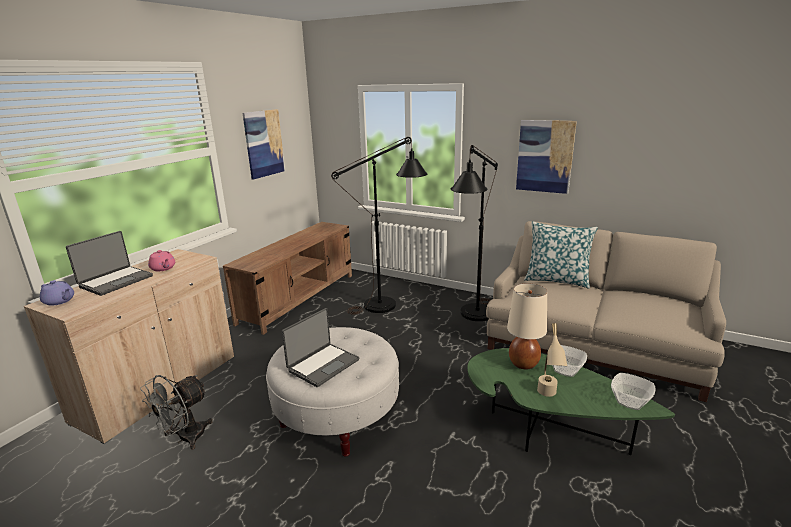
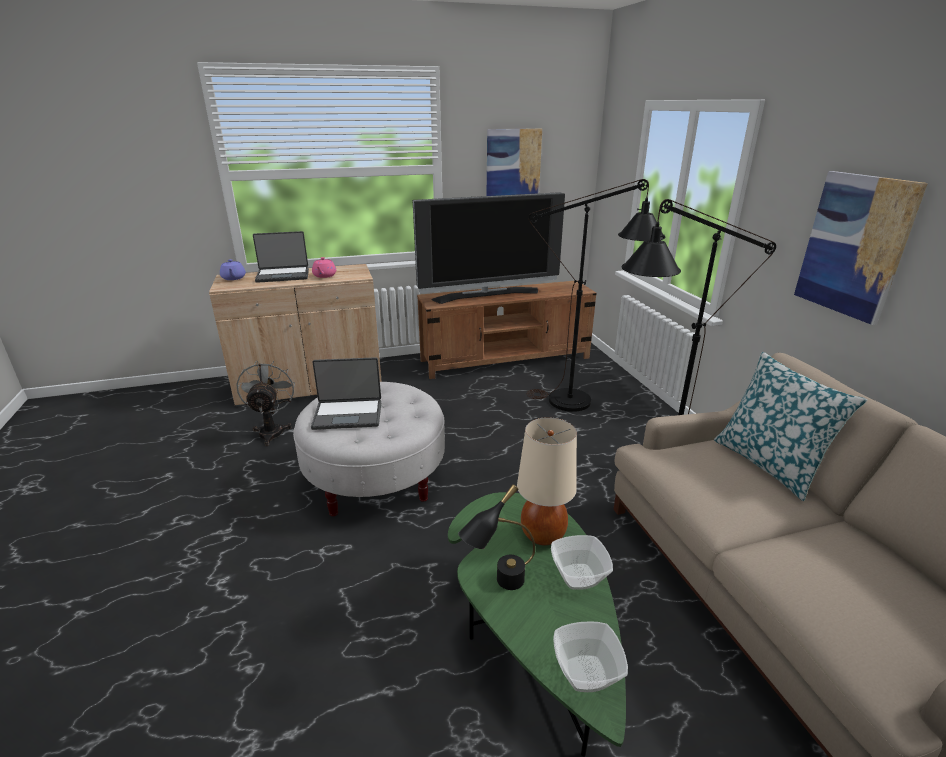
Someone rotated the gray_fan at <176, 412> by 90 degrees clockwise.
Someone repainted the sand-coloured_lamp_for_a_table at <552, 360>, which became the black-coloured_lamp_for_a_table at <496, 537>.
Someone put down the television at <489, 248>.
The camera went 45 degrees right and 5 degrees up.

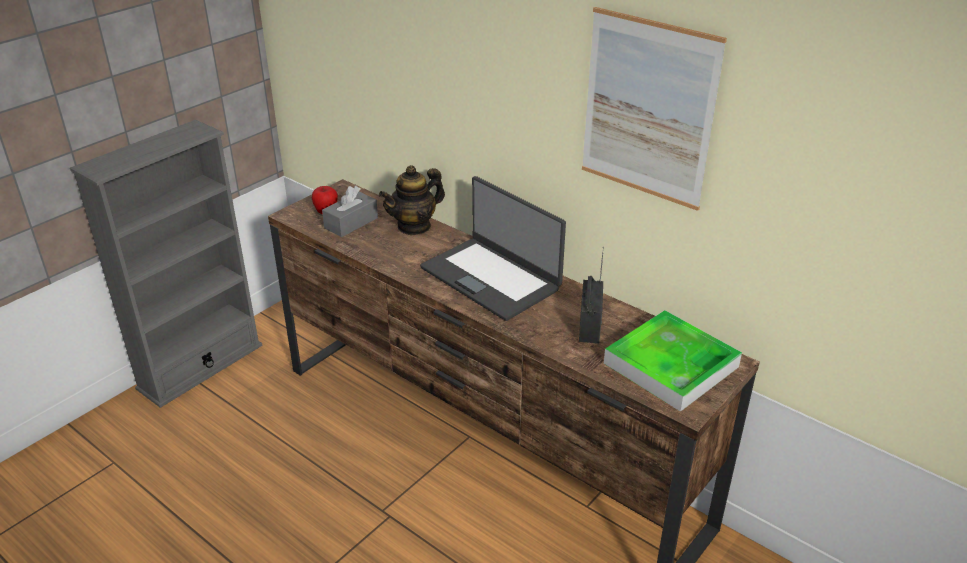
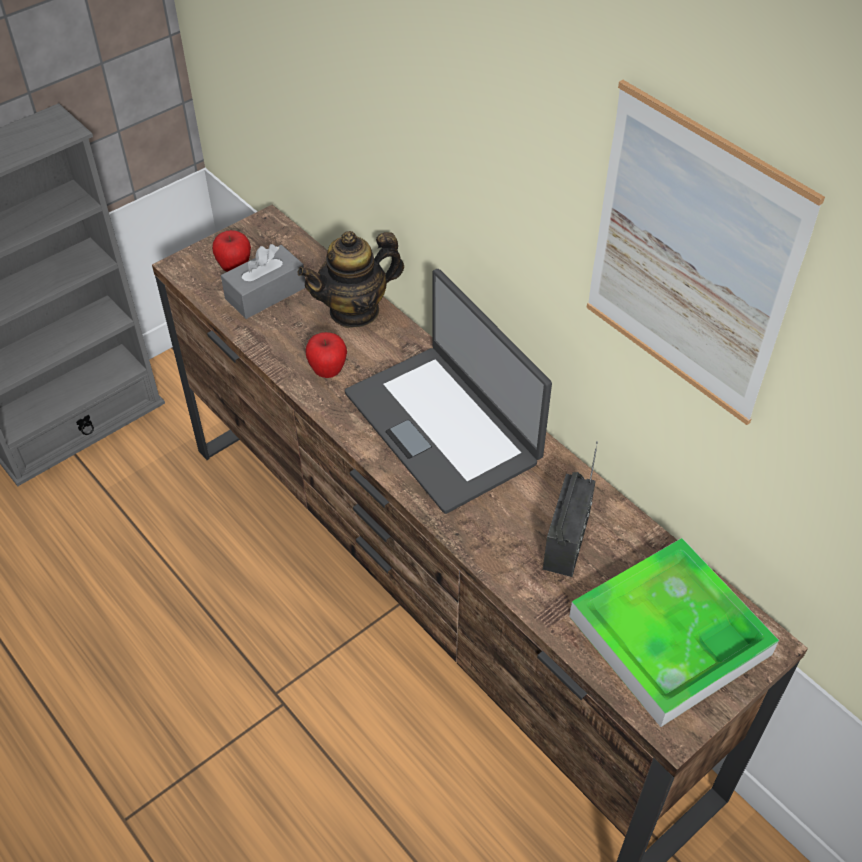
Someone put down the apple_fruit at <326, 355>.
The camera went 10 degrees right and 15 degrees up.

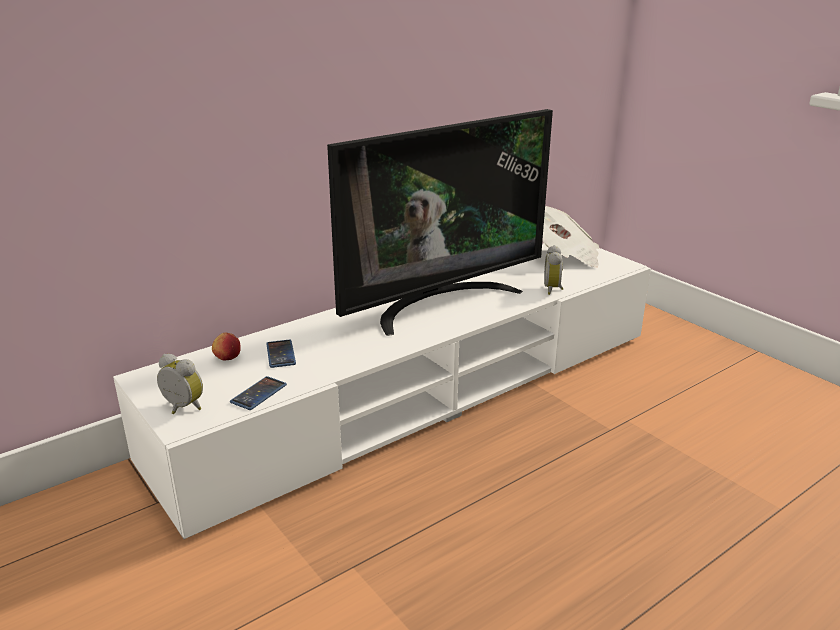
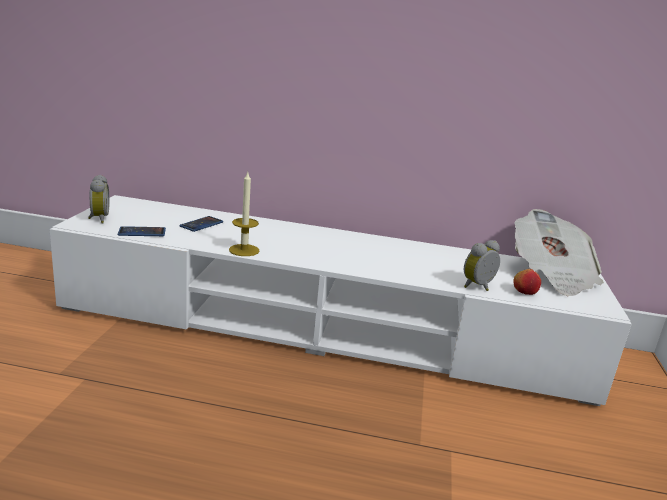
Someone carried the apple_fruit from <226, 346> to <527, 282>.
Someone took away the television at <440, 222>.
Someone put down the candle at <244, 214>.
The camera went 45 degrees right and 5 degrees down.

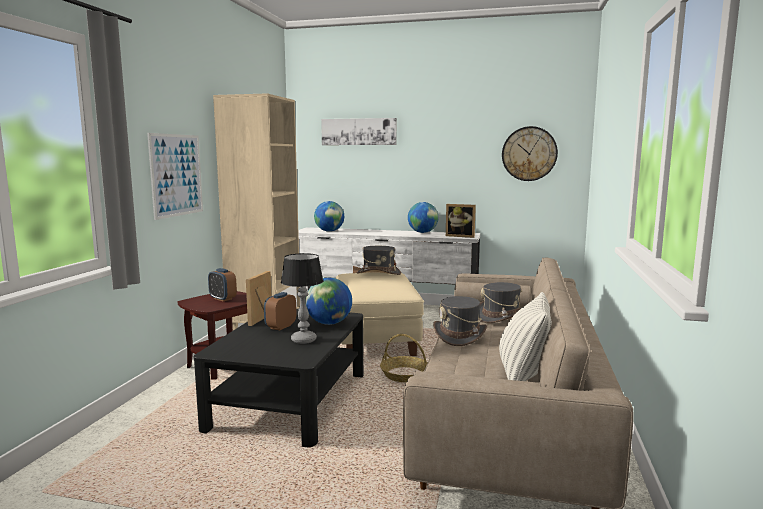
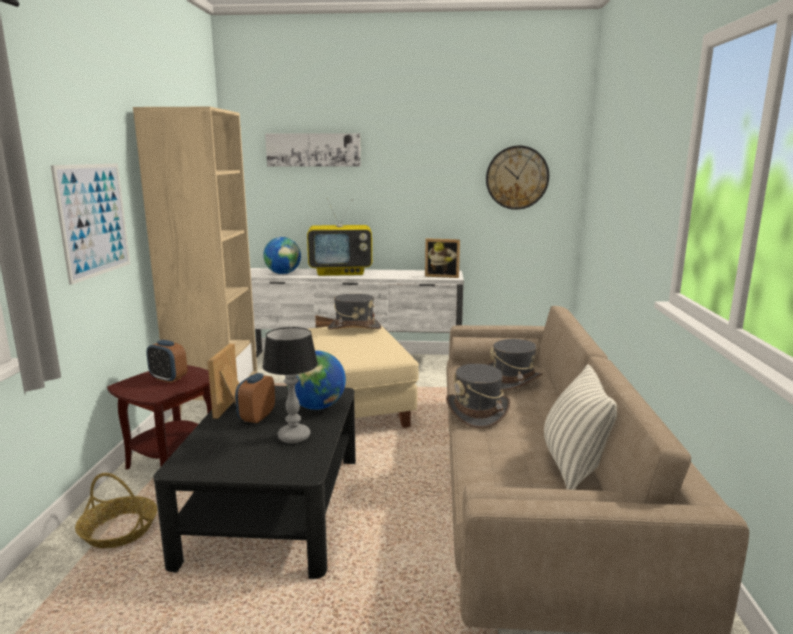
Someone carried the household_basket from <404, 358> to <116, 510>.
Someone took away the world_globe at <423, 217>.
Someone put down the television at <339, 237>.
The camera went 10 degrees left and 5 degrees up.

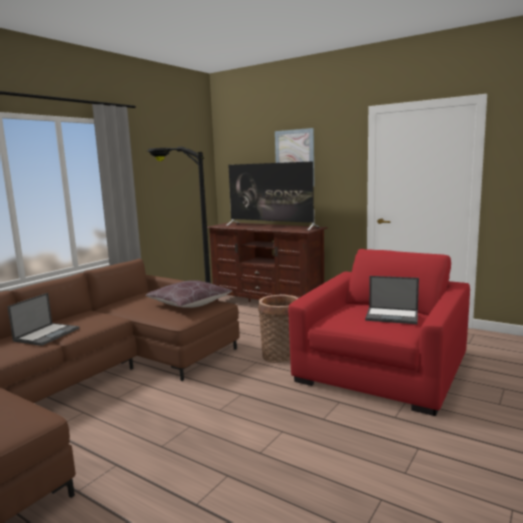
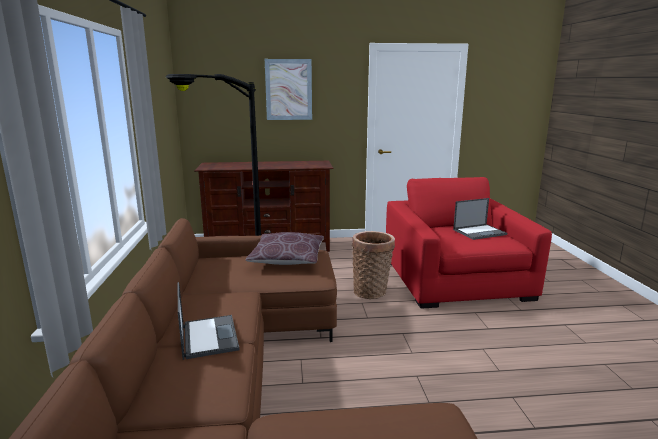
Someone took away the television at <272, 195>.
The camera went 40 degrees left and 5 degrees up.

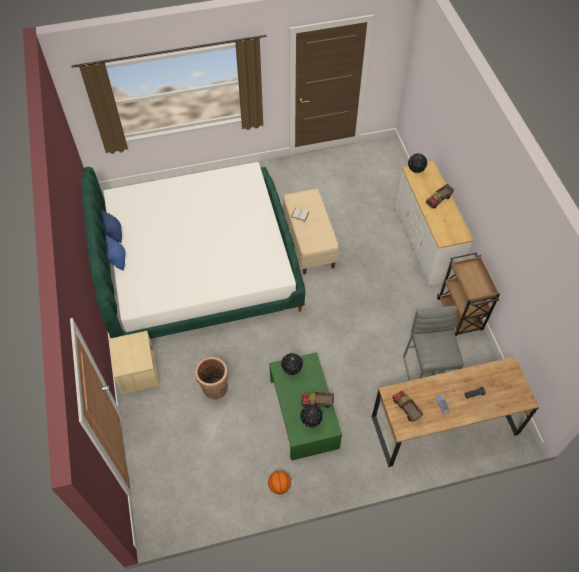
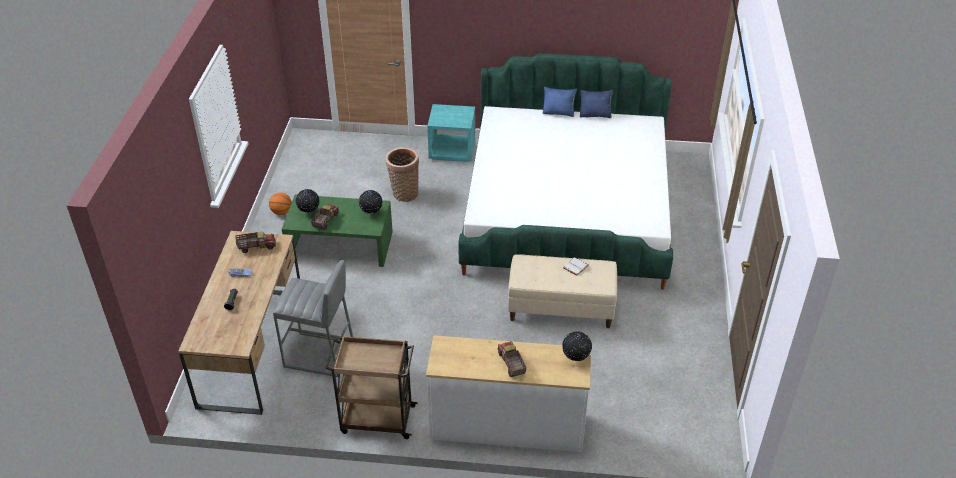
Someone repainted the sand-coloured_night_table at <134, 363>, which became the turquoise_night_table at <451, 133>.
The camera went 110 degrees right and 15 degrees down.

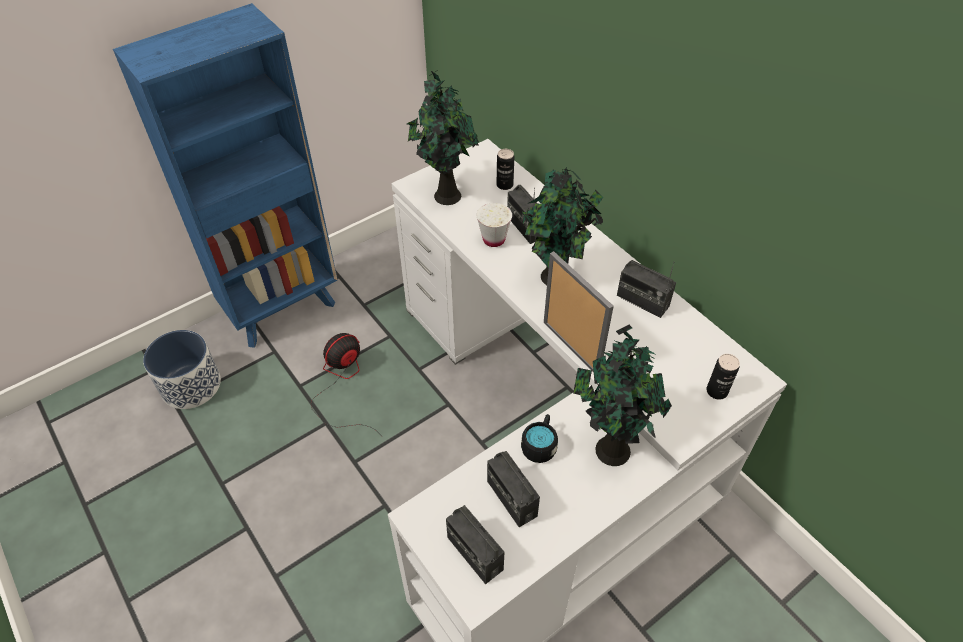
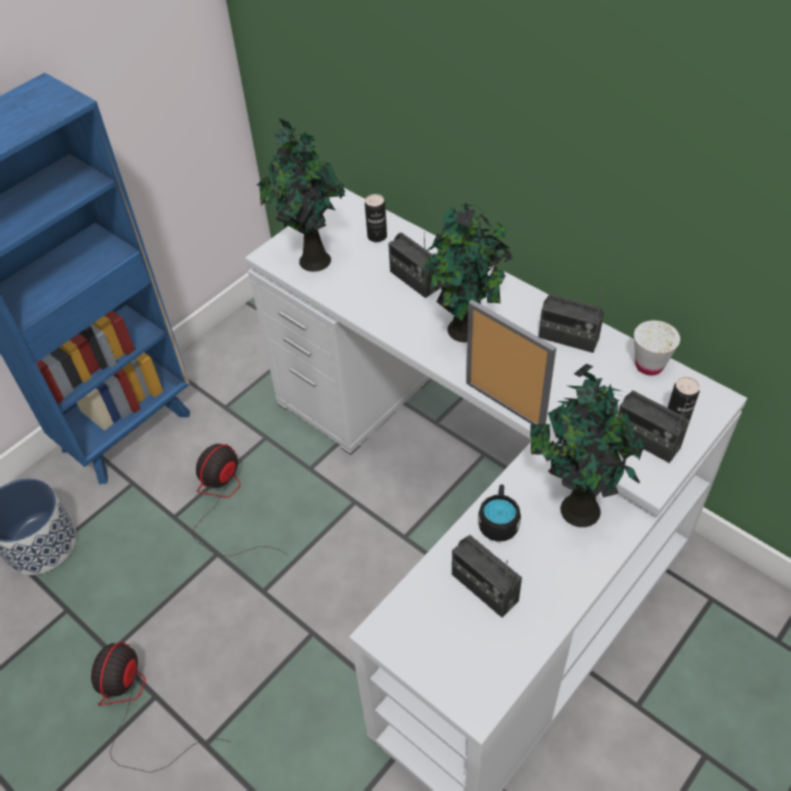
Someone carried the radio_set from <475, 544> to <653, 427>.
Someone carried the white_cup from <494, 225> to <657, 347>.
Someone put down the fan at <161, 707>.
The camera went 10 degrees left and 0 degrees up.

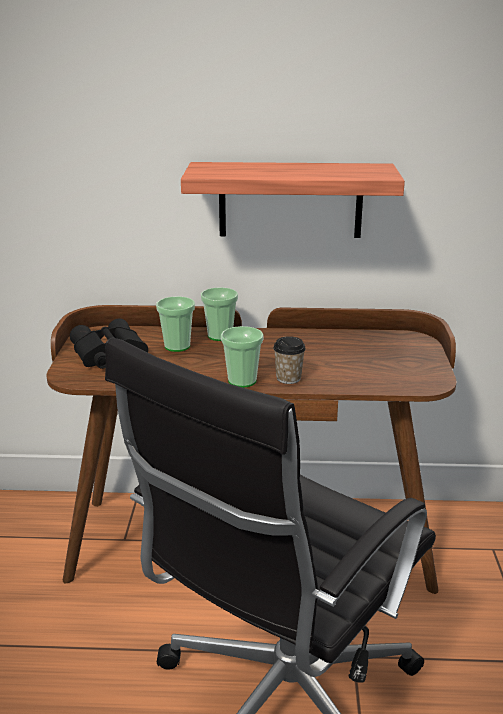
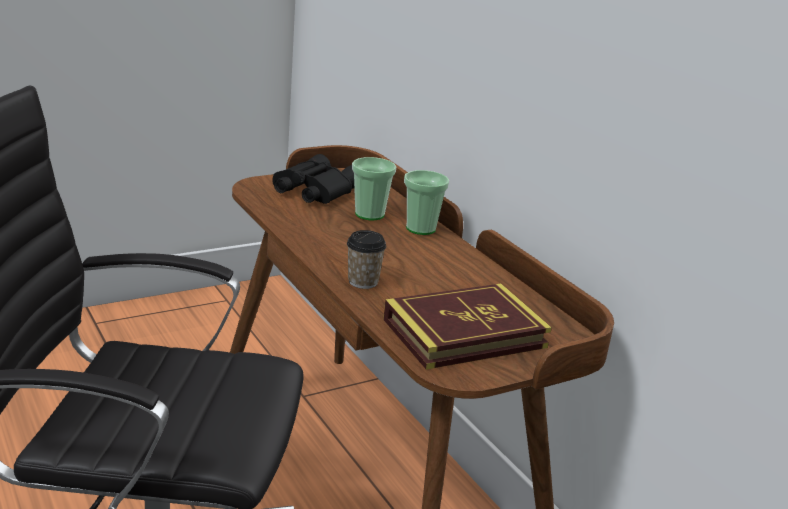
Someone took away the shelf at <293, 200>.
Someone took away the cup at <242, 357>.
Someone put down the volume at <467, 327>.
The camera went 55 degrees right and 0 degrees up.

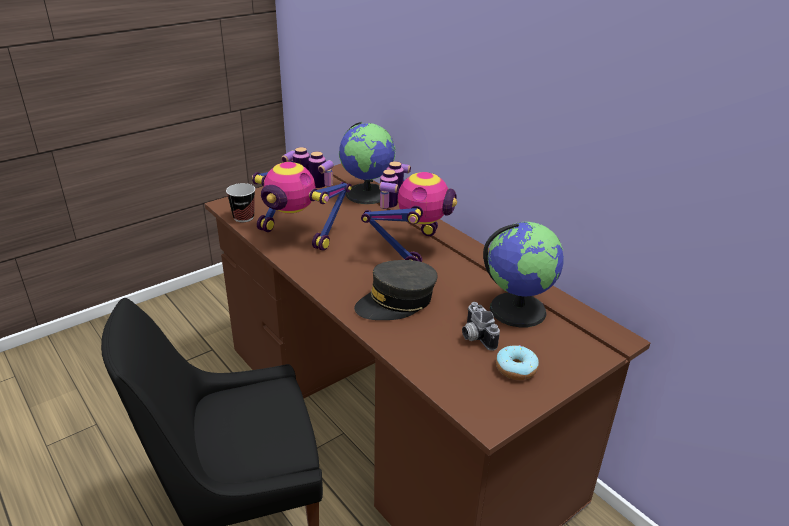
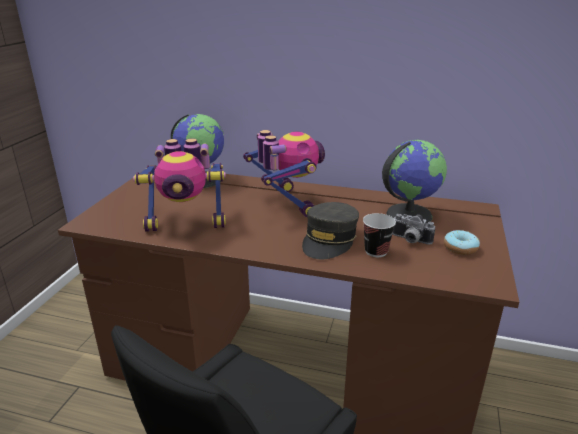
Someone carried the cup from <240, 202> to <379, 235>.
The camera went 35 degrees left and 5 degrees down.

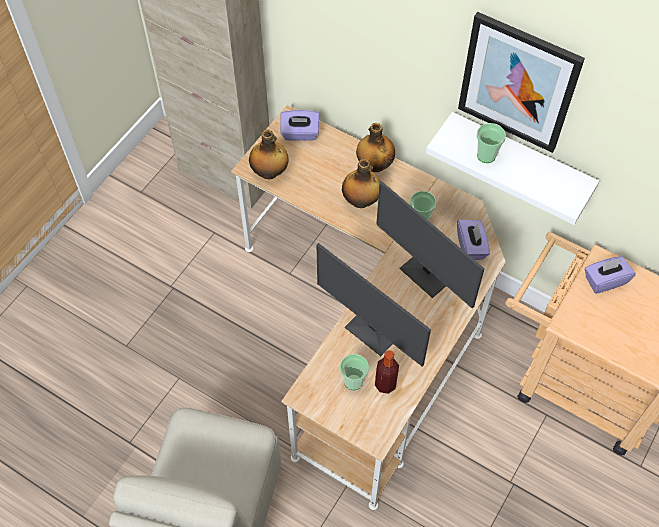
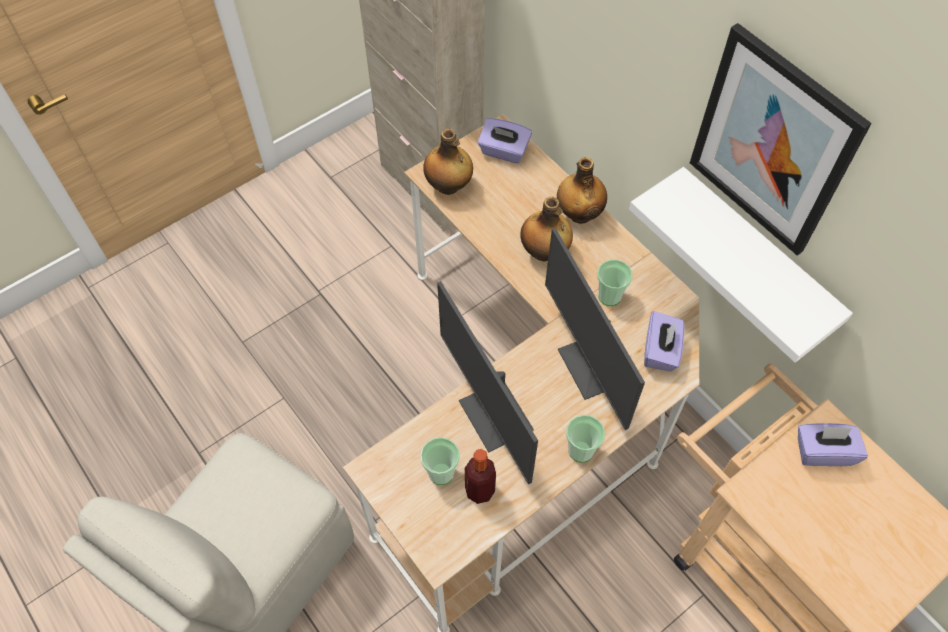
Someone carried the cup from <491, 143> to <585, 439>.
The camera went 20 degrees right and 0 degrees up.

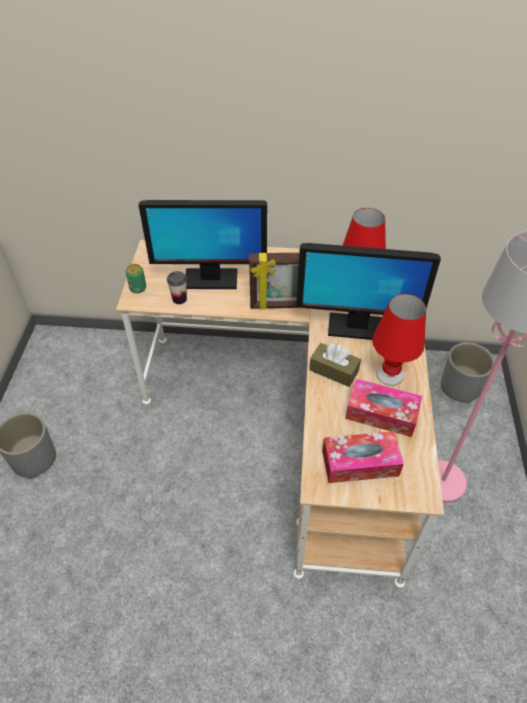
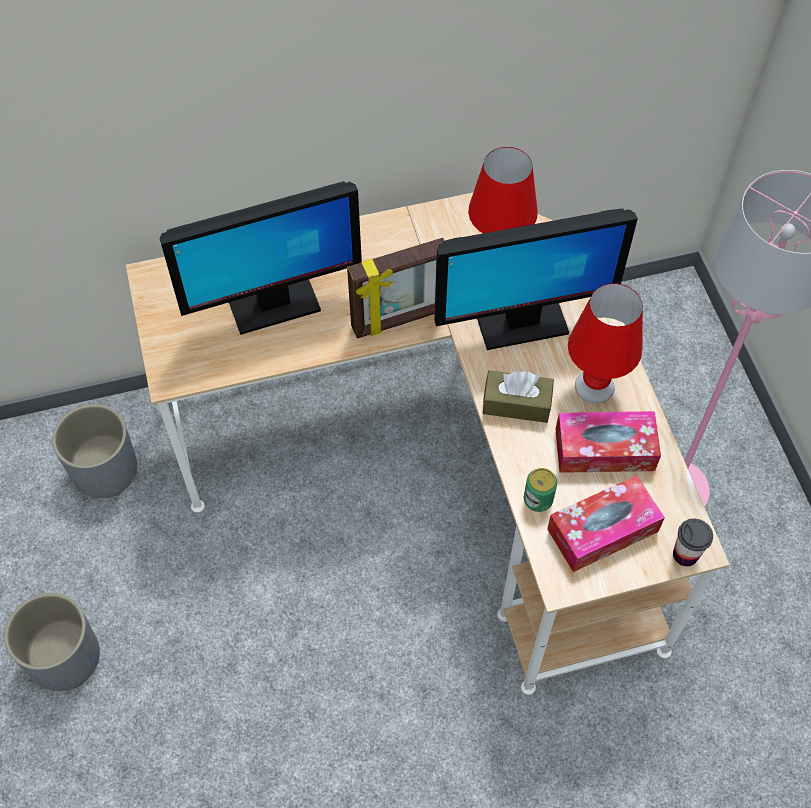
Someone carried the sealed_can from <136, 278> to <540, 490>.
Someone carried the cup from <177, 287> to <693, 543>.
Someone carried the gray_plant_pot from <468, 372> to <94, 451>.
The camera went 20 degrees left and 10 degrees up.

